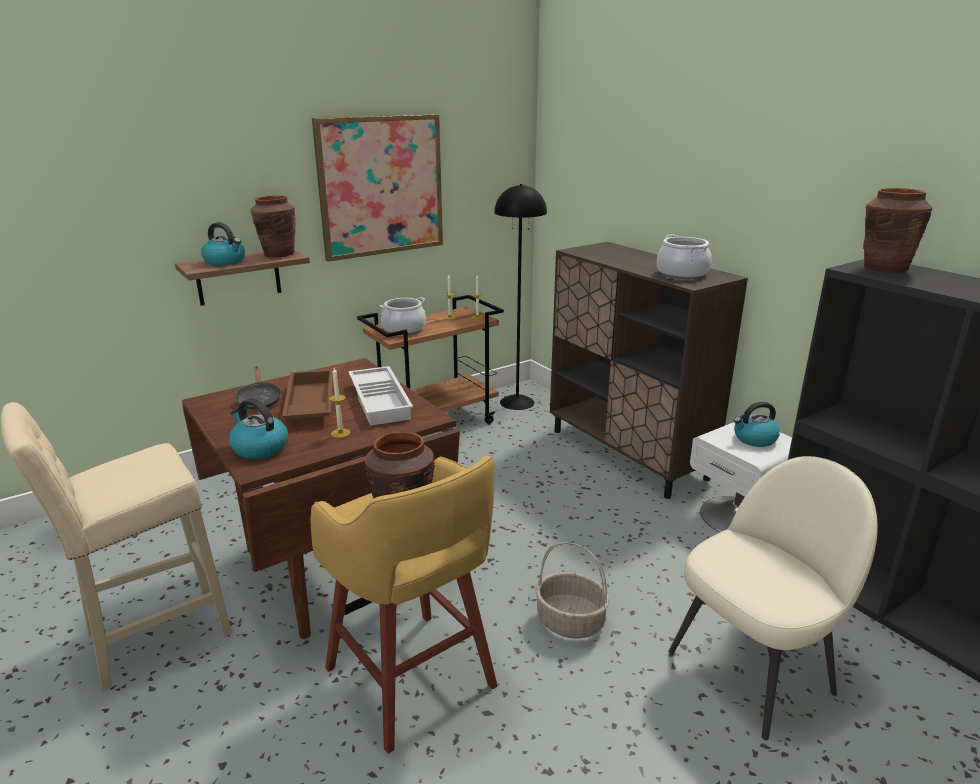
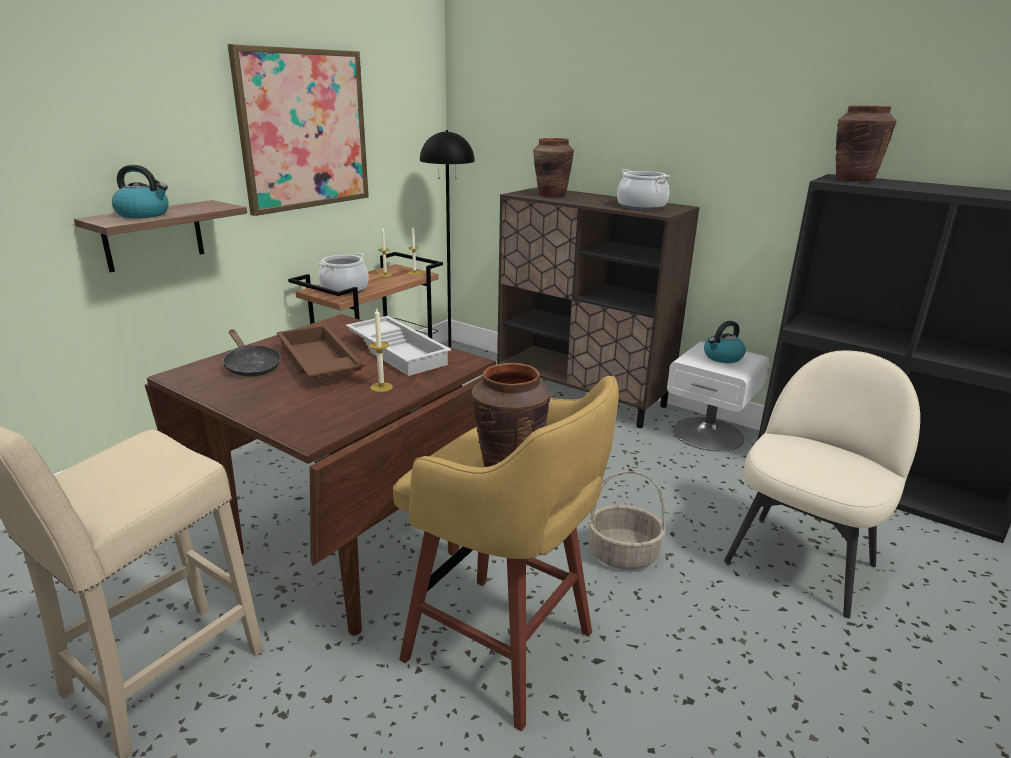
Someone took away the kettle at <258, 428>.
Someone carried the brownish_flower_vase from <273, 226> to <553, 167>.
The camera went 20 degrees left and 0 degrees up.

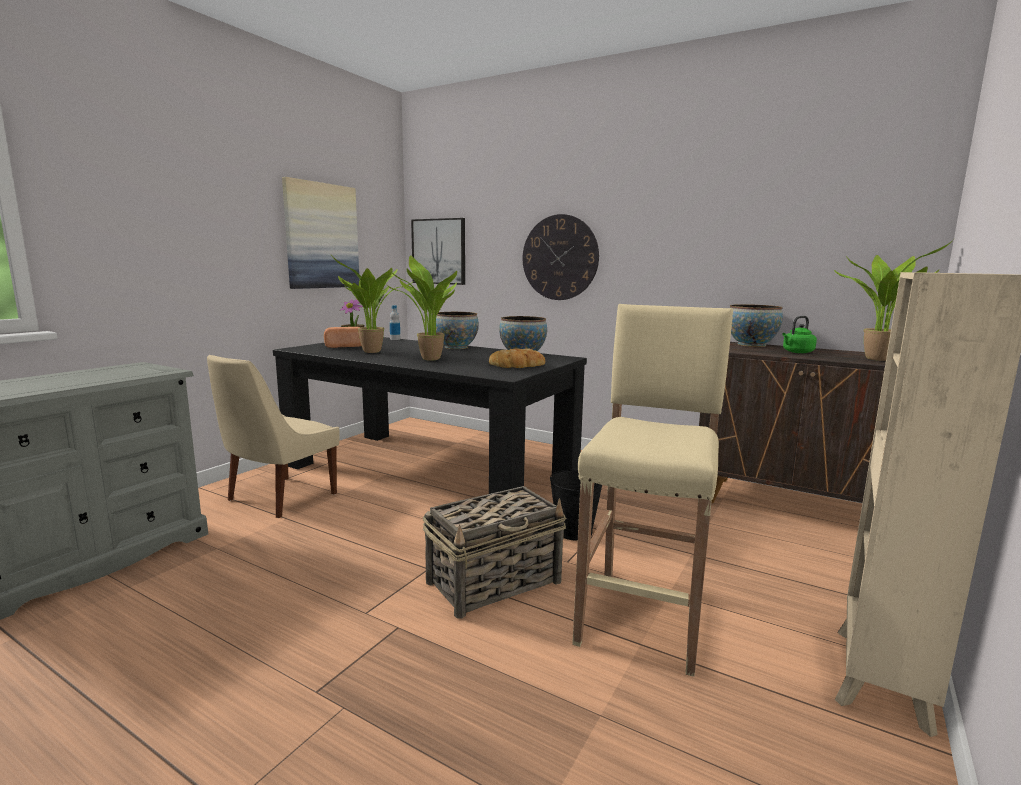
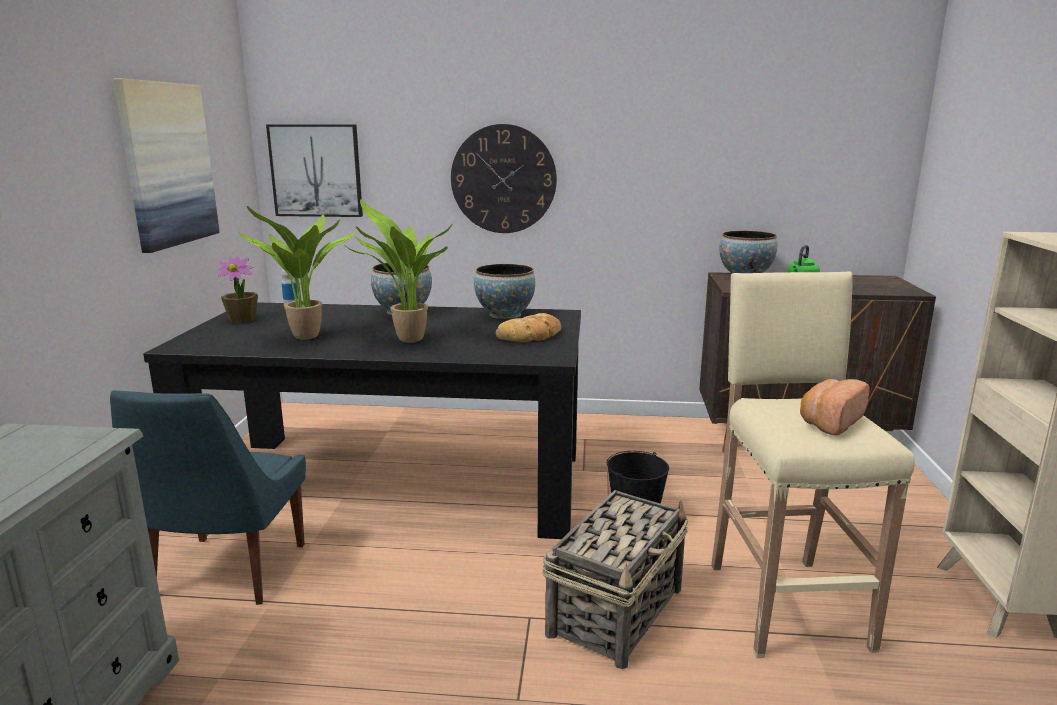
Someone repainted the sand-coloured_plain_chair at <273, 436>, which became the blue-coloured_plain_chair at <208, 497>.
Someone carried the bakery_bread from <343, 337> to <835, 407>.
Someone took away the houseplant at <893, 300>.
The camera went 25 degrees left and 5 degrees up.

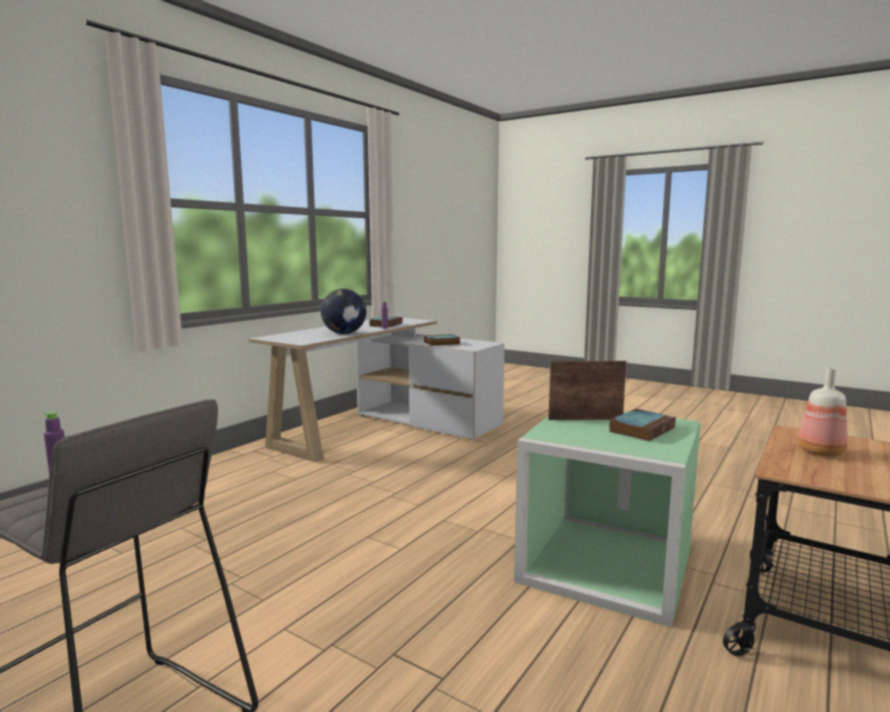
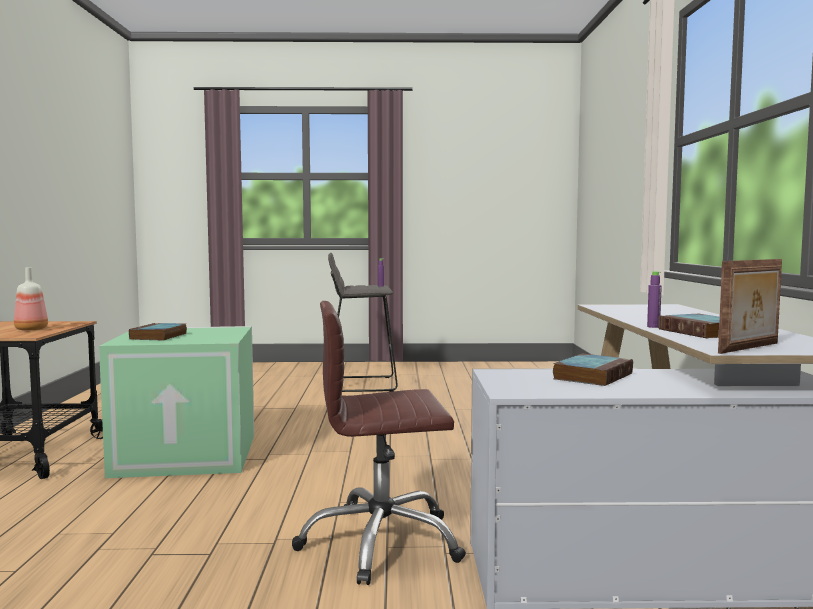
Someone took away the world_globe at <343, 311>.
Someone carried the standing_frame from <587, 390> to <750, 306>.
Someone put down the brownish_office_chair at <379, 443>.
The camera went 145 degrees right and 5 degrees down.

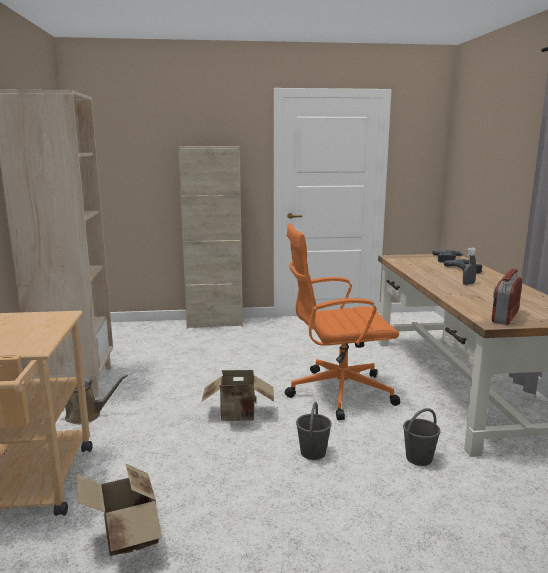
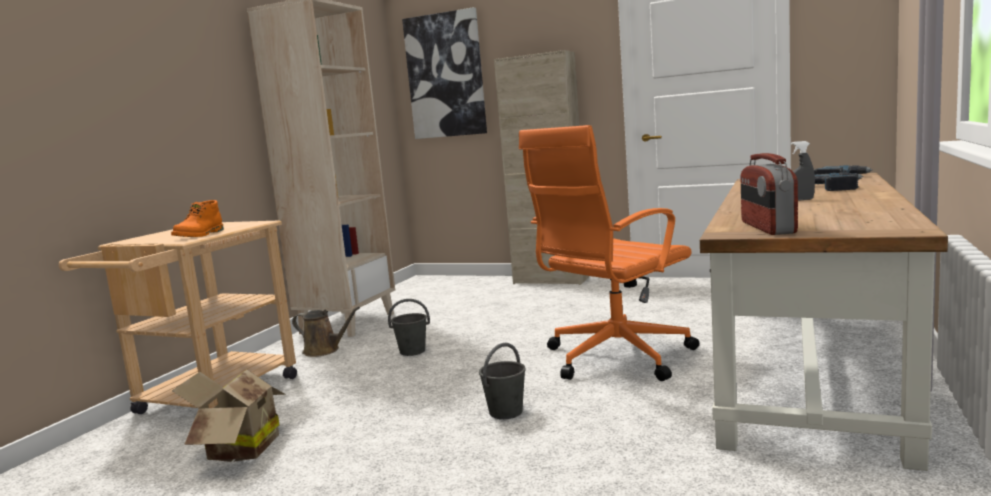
Someone took away the carton at <237, 395>.
Someone rotated the orange-coloured_office_chair at <342, 322> by 60 degrees counterclockwise.
Someone carried the gray_bucket from <422, 437> to <409, 327>.
Someone rotated the radio_set at <507, 297> by 60 degrees counterclockwise.
Someone put down the orange-coloured_high-top_boot at <197, 218>.
Someone put up the picture at <444, 73>.
The camera went 30 degrees right and 5 degrees down.

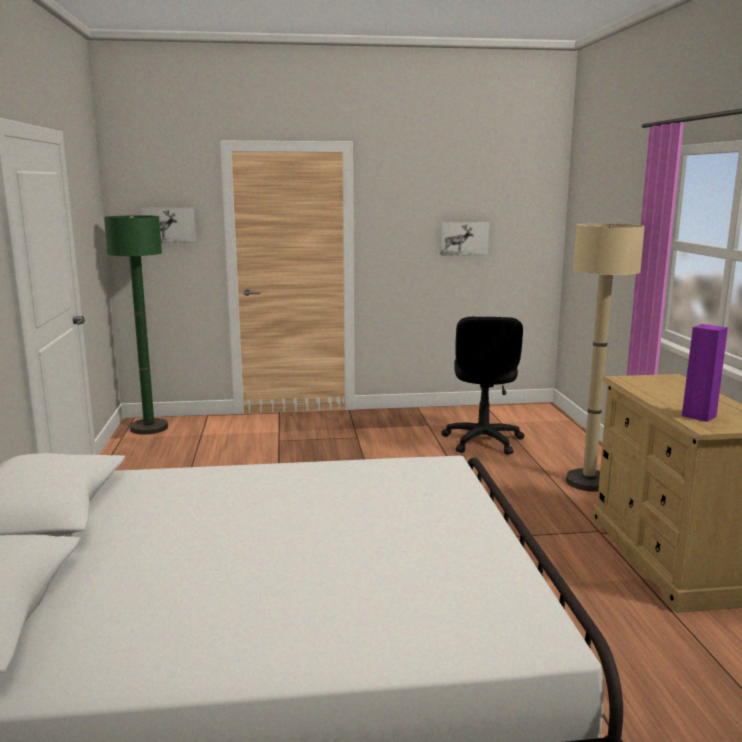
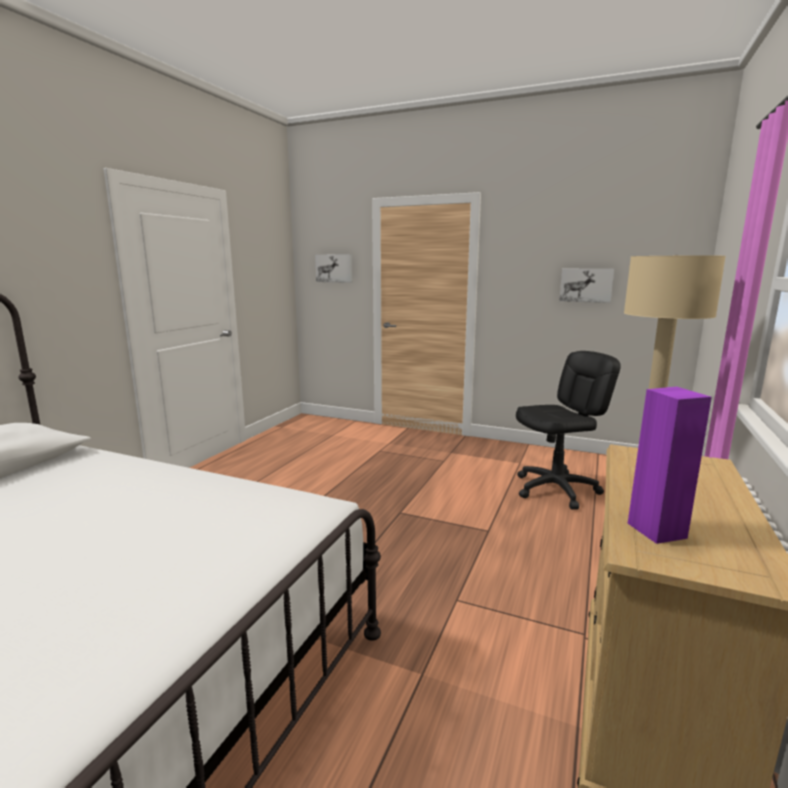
Someone took away the green-coloured_standard_lamp at <136, 324>.
Someone rotated the black-coloured_office_chair at <482, 386> by 150 degrees counterclockwise.
The camera went 30 degrees right and 0 degrees up.

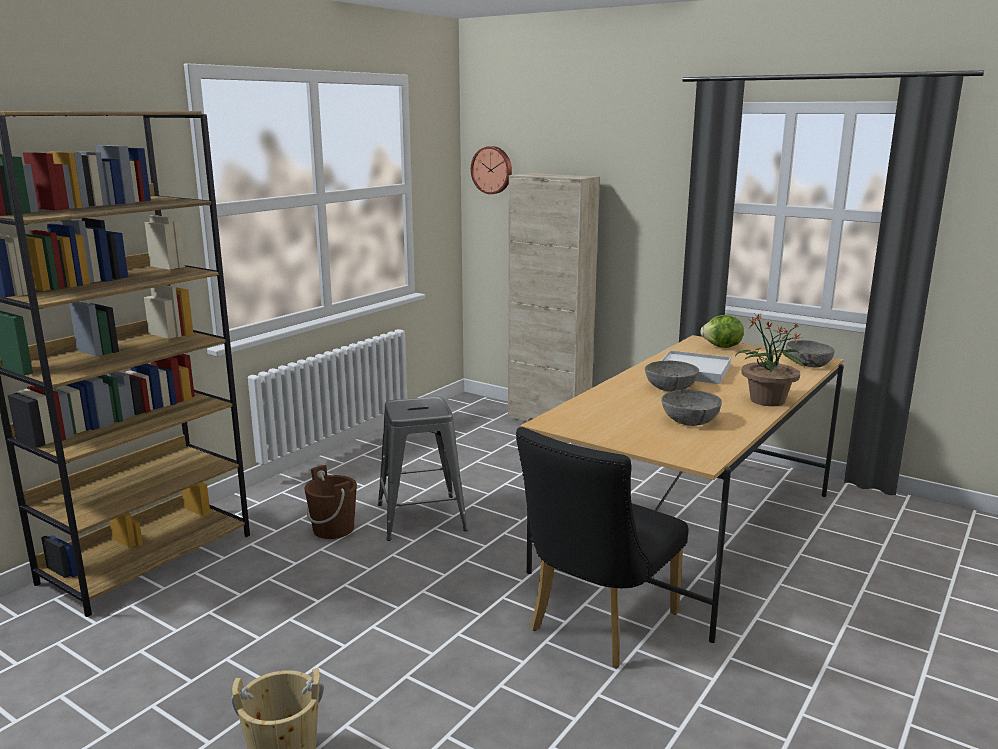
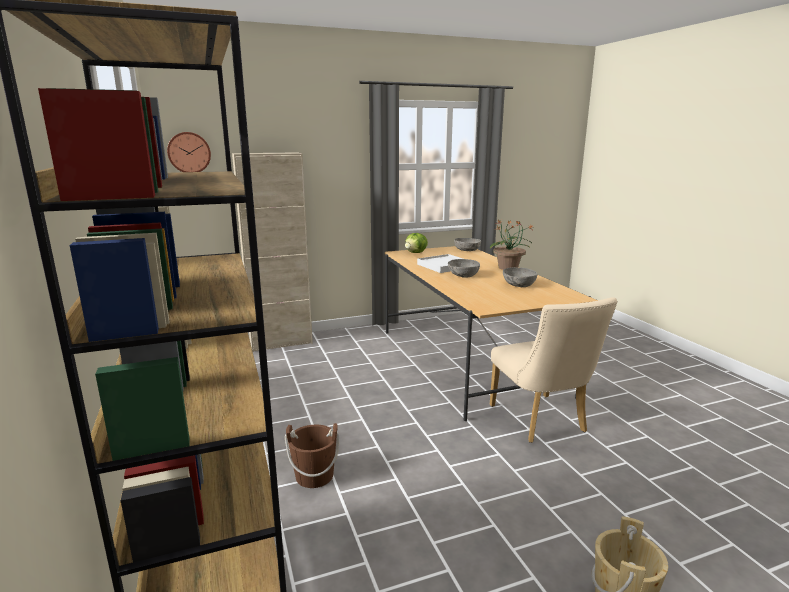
Someone took away the gray_sitting_stool at <423, 469>.
Someone repainted the black-coloured_plain_chair at <602, 547>, which became the sand-coloured_plain_chair at <553, 370>.
The camera went 55 degrees left and 0 degrees up.

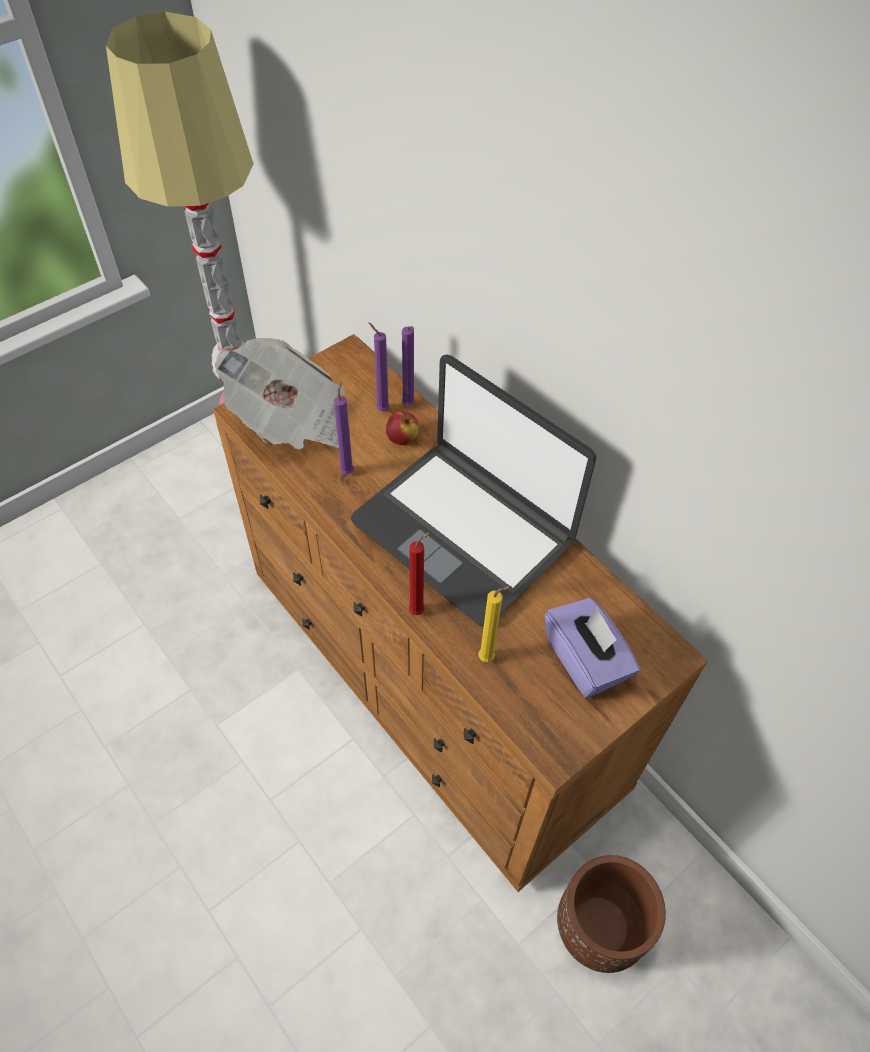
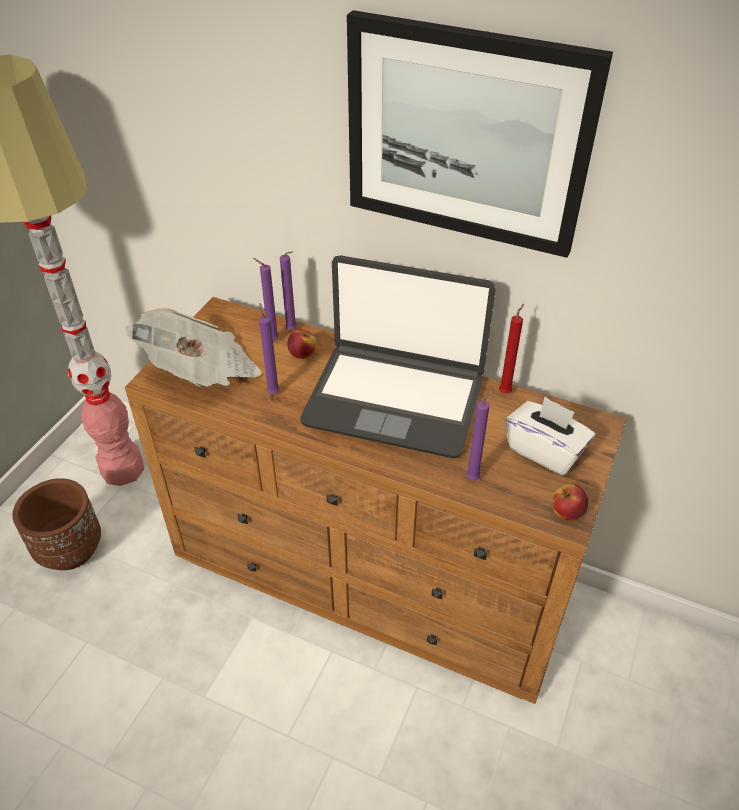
Someone carried the reddish_candle from <419, 573> to <511, 348>.
Someone repainted the yellow-coloured_candle at <495, 624>, which became the purple-coloured_candle at <480, 435>.
Someone repainted the purple-coloured_tissue_box at <592, 648>, which became the white_tissue_box at <550, 436>.
Someone carried the brownish_plant_pot from <611, 914> to <56, 524>.
Someone put up the picture at <480, 134>.
Someone put down the apple_fruit at <570, 502>.
The camera went 25 degrees left and 10 degrees down.

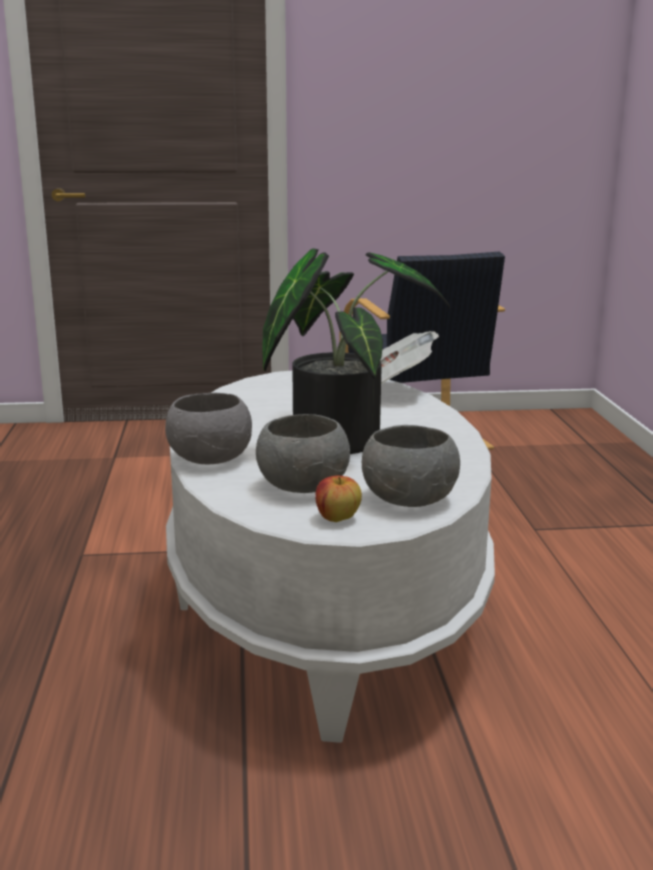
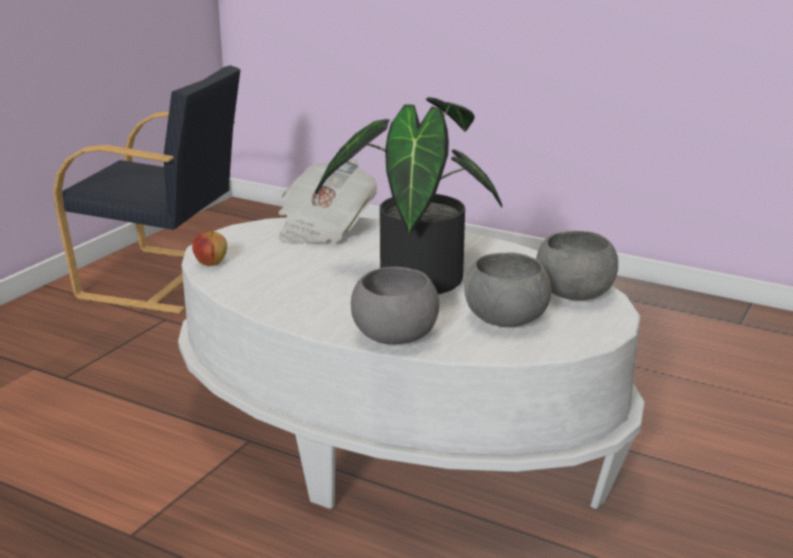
Someone carried the apple_fruit from <338, 499> to <209, 248>.
The camera went 55 degrees left and 5 degrees up.

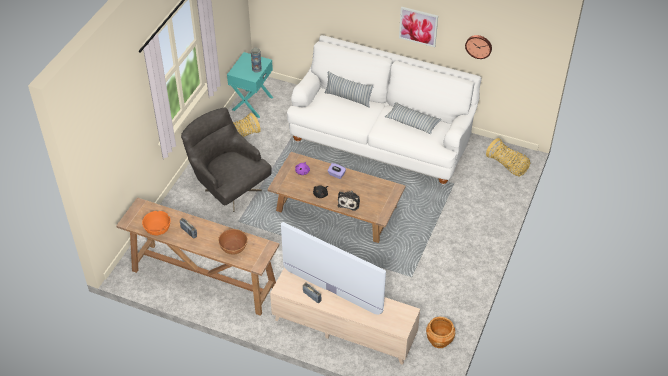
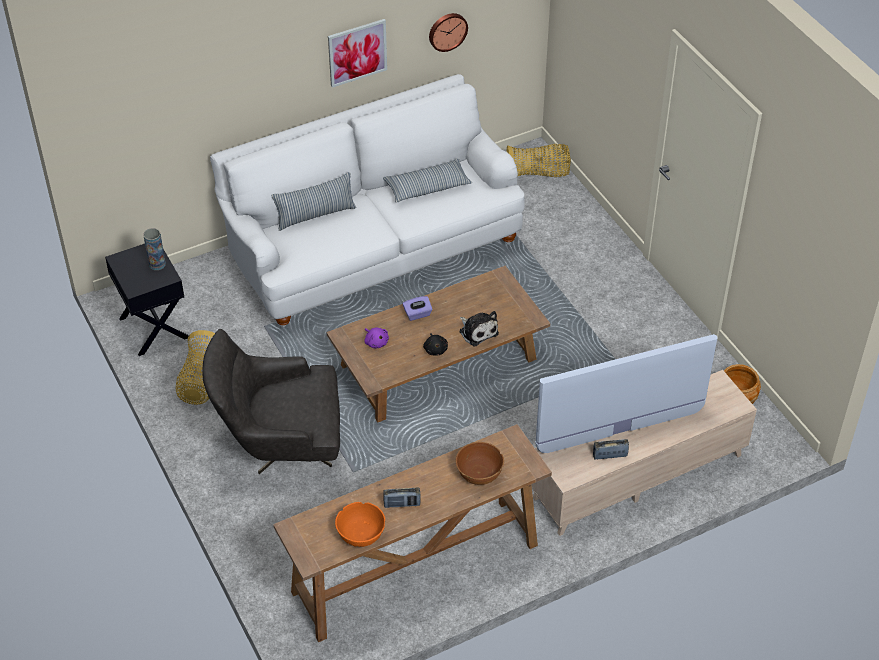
Someone repainted the turquoise_night_table at <250, 85>, which became the black-coloured_night_table at <147, 300>.
The camera went 50 degrees left and 0 degrees up.

